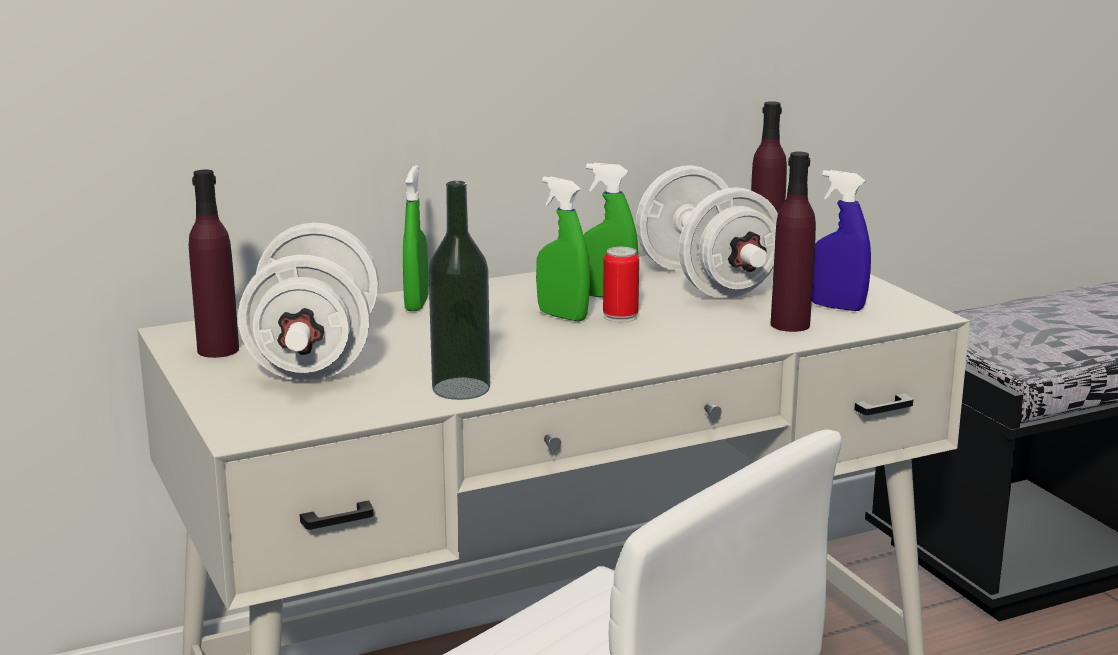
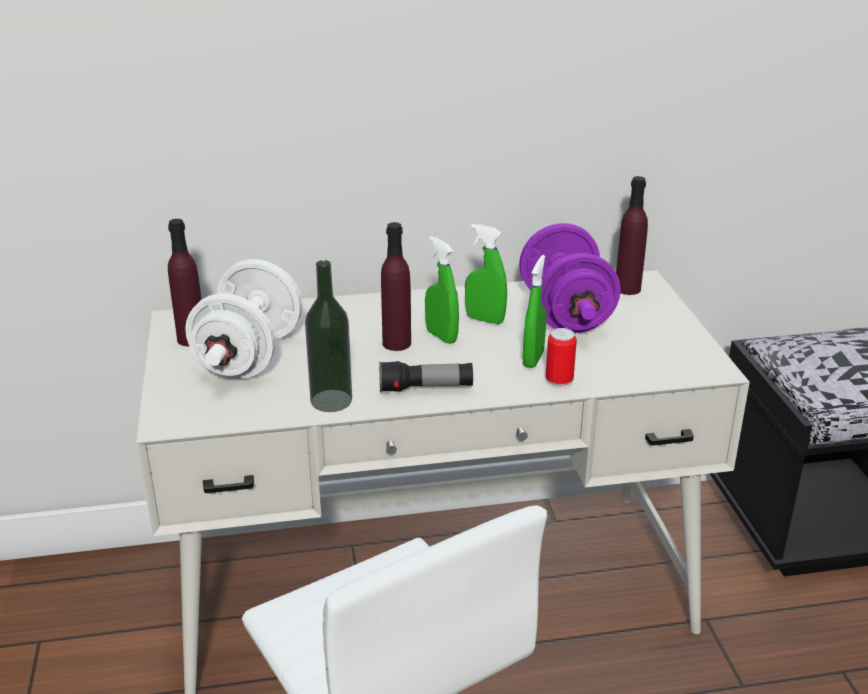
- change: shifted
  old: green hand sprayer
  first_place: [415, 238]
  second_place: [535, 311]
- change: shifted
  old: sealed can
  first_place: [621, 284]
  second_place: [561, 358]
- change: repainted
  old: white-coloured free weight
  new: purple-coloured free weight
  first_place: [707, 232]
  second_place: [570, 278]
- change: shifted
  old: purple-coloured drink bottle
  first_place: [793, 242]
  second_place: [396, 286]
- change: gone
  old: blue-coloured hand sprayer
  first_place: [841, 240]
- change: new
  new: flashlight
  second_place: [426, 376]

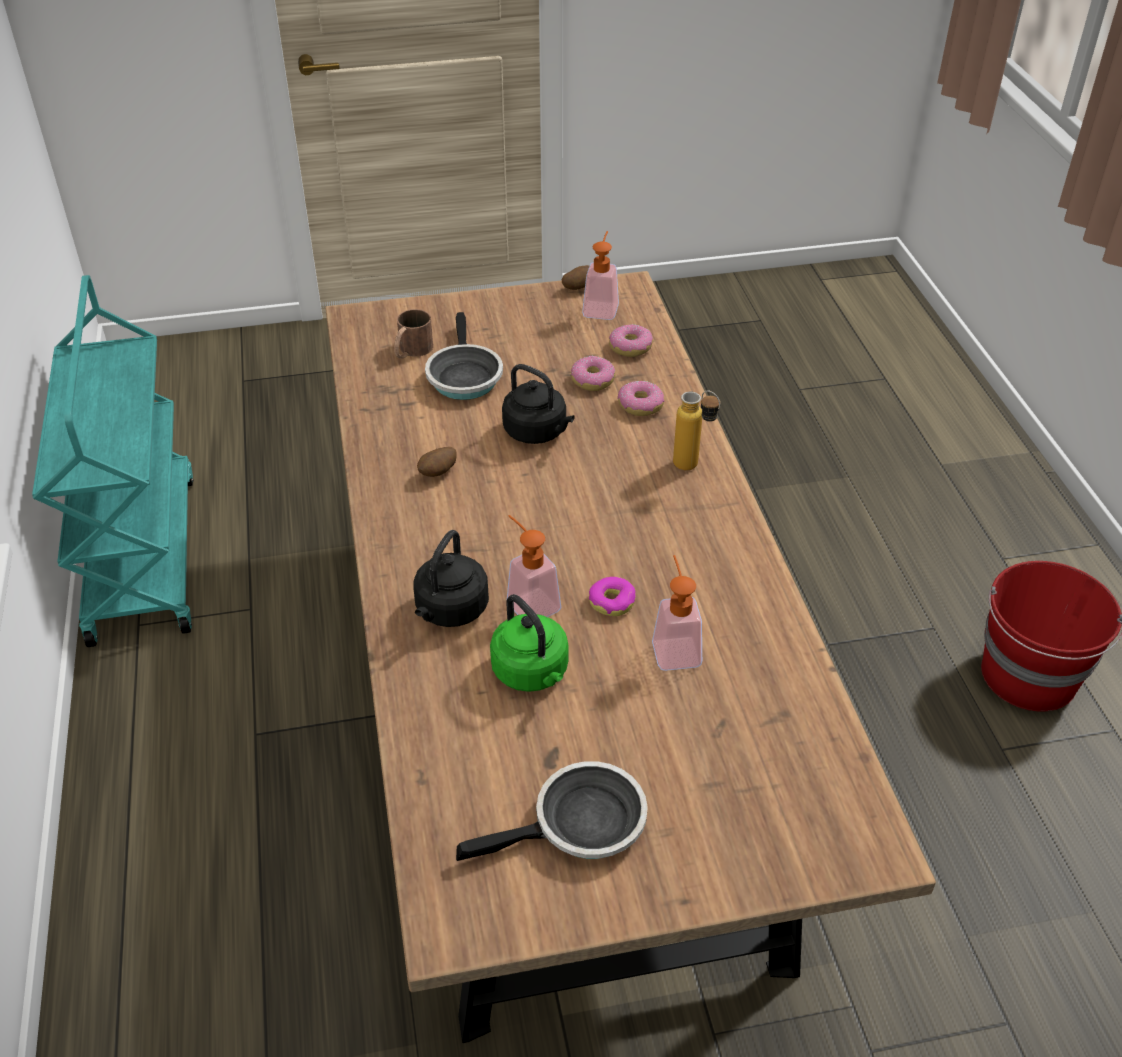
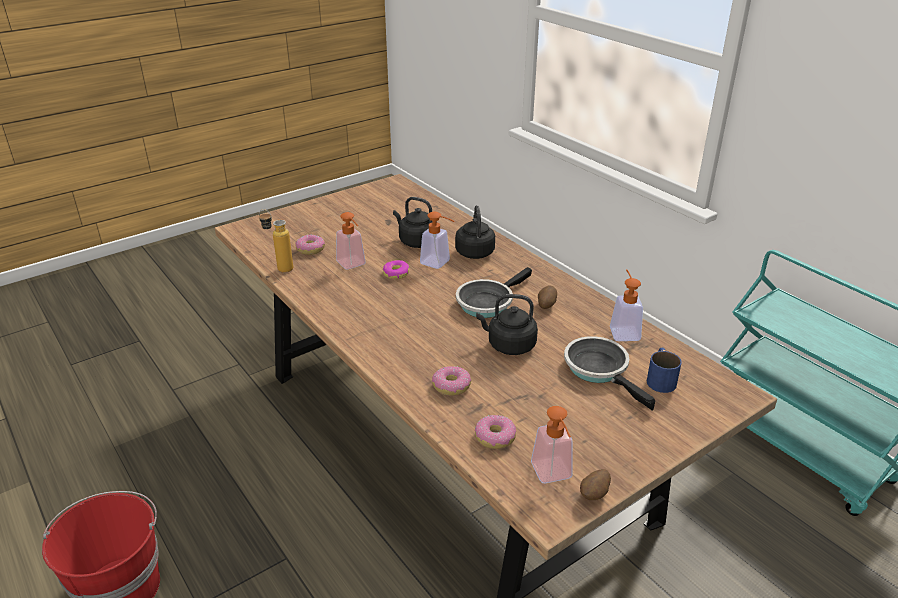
- change: repainted
  old: brownish tea mug
  new: blue-coloured tea mug
  first_place: [413, 334]
  second_place: [664, 370]
- change: shifted
  old: pan
  first_place: [552, 811]
  second_place: [494, 292]
- change: repainted
  old: green water kettle
  new: blackish water kettle
  first_place: [529, 643]
  second_place: [412, 222]
- change: shifted
  old: doughnut
  first_place: [593, 373]
  second_place: [310, 245]
- change: shifted
  old: drink bottle
  first_place: [697, 430]
  second_place: [276, 241]
- change: new
  new: soap dispenser
  second_place: [626, 305]

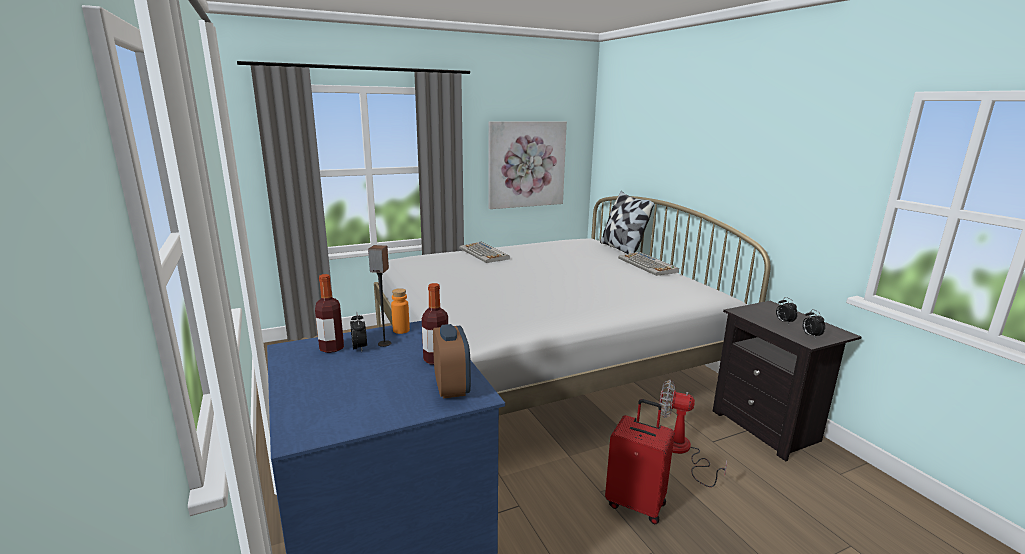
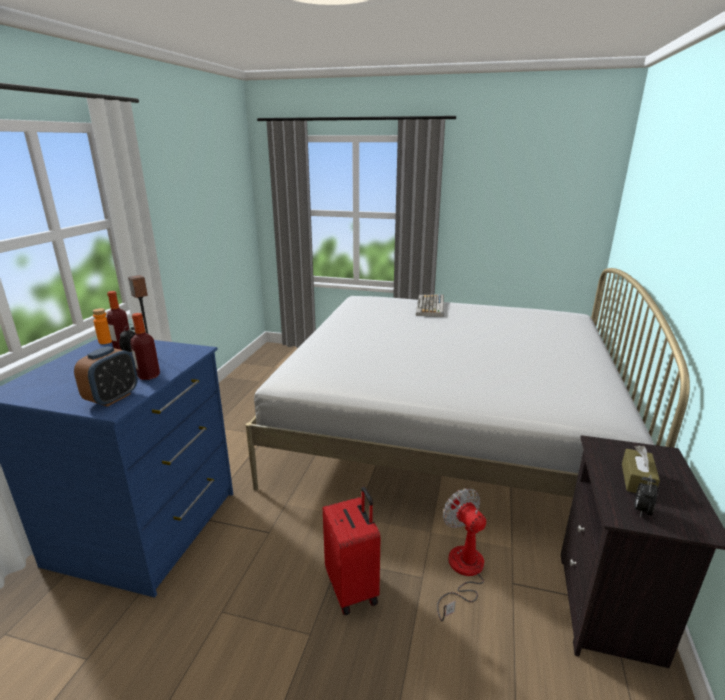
- change: shifted
  old: orange drink bottle
  first_place: [400, 311]
  second_place: [102, 326]
- change: gone
  old: wall art
  first_place: [528, 165]
- change: gone
  old: throw pillow
  first_place: [627, 222]
- change: gone
  old: computer keyboard
  first_place: [648, 264]
- change: swapped
  old: bedside clock
  new: brownish box of tissues
  first_place: [787, 310]
  second_place: [641, 469]

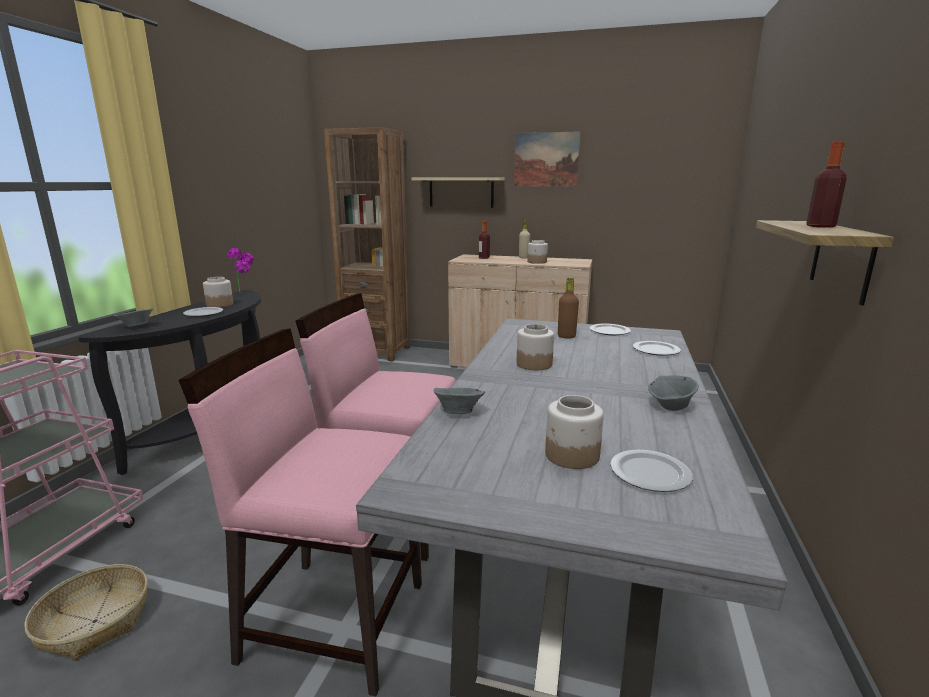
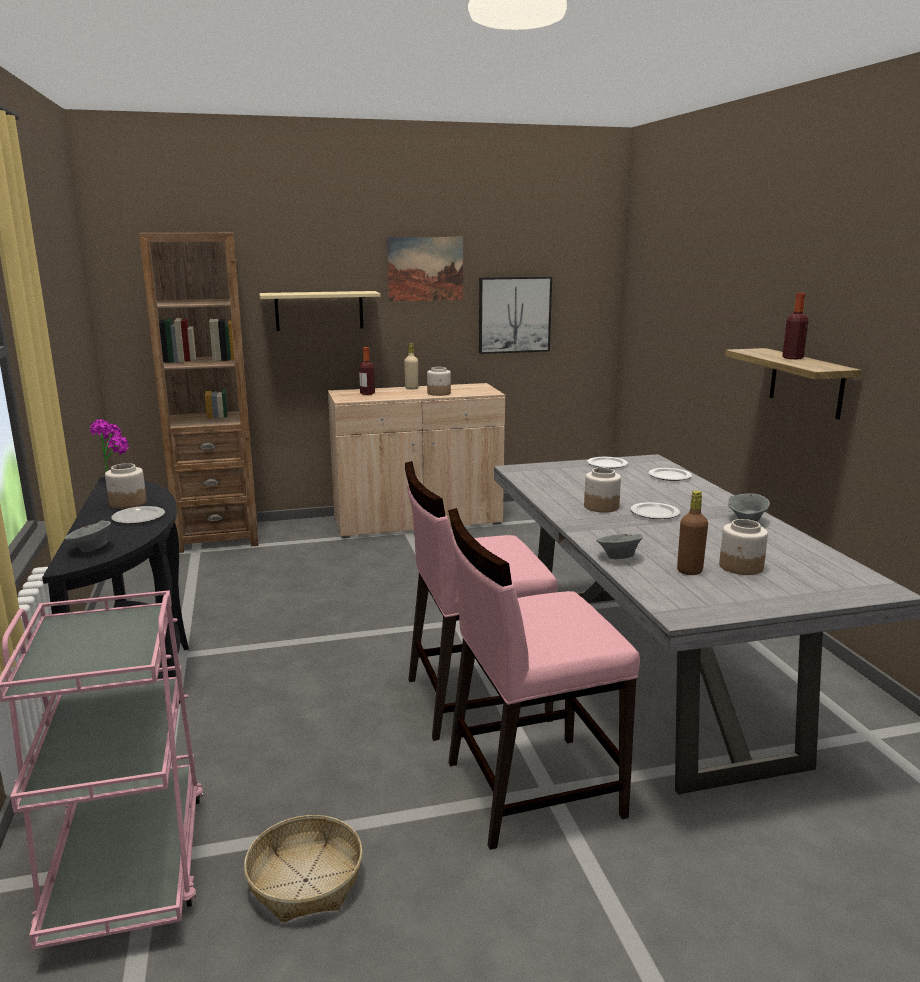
- change: shifted
  old: brownish drink bottle
  first_place: [568, 307]
  second_place: [692, 532]
- change: shifted
  old: dinner plate
  first_place: [651, 471]
  second_place: [655, 510]
- change: new
  new: wall art
  second_place: [515, 315]

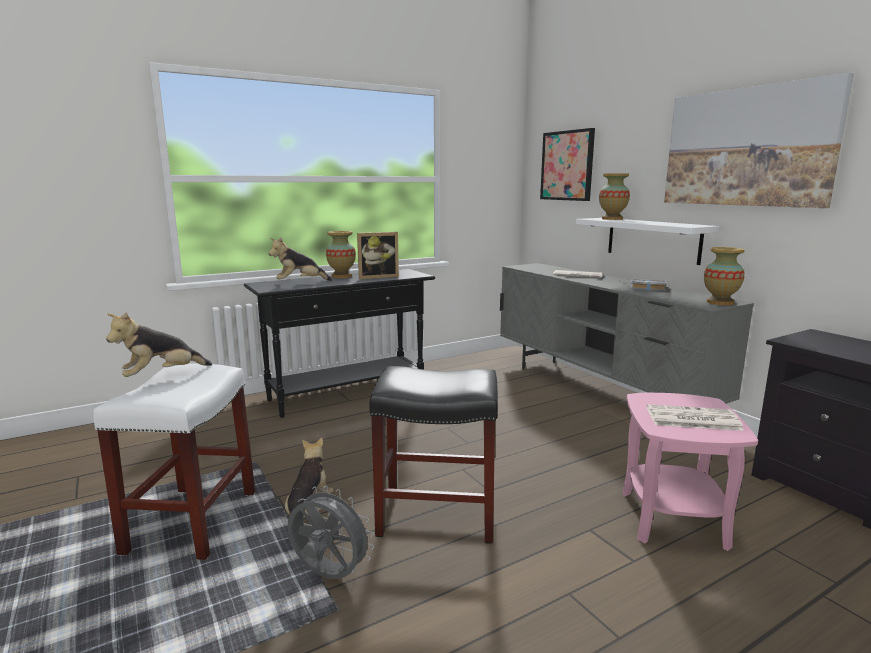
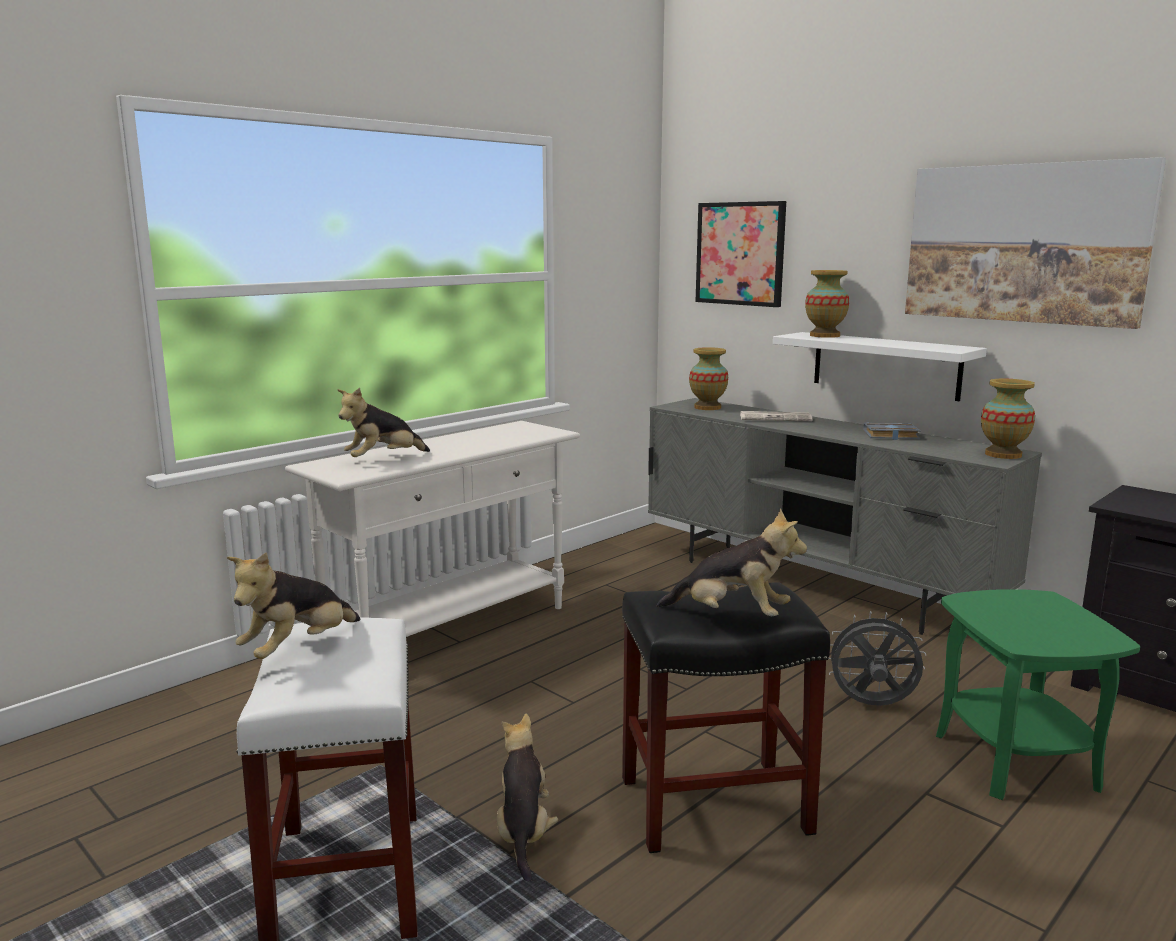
- change: repainted
  old: blackish console table
  new: white-coloured console table
  first_place: [339, 343]
  second_place: [432, 529]
- change: shifted
  old: grey electric fan
  first_place: [331, 532]
  second_place: [877, 658]
- change: shifted
  old: decorative vase
  first_place: [341, 254]
  second_place: [708, 378]
- change: gone
  old: standing frame
  first_place: [378, 255]
- change: repainted
  old: pink end table
  new: green end table
  first_place: [690, 472]
  second_place: [1038, 694]
- change: gone
  old: daily paper
  first_place: [695, 417]
- change: new
  new: plush toy
  second_place: [732, 562]

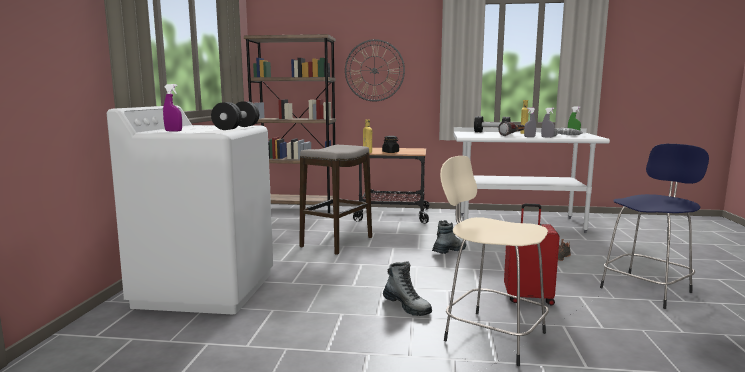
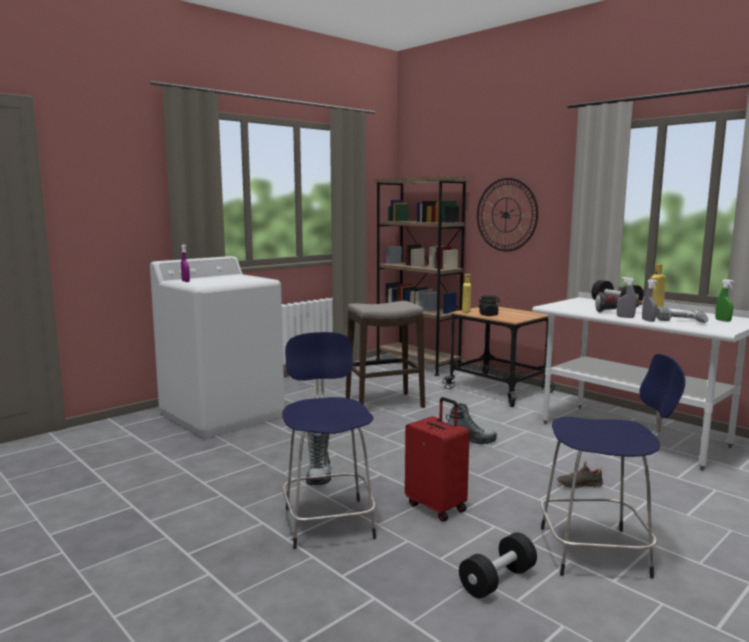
- change: shifted
  old: blackish free weight
  first_place: [235, 115]
  second_place: [498, 565]
- change: repainted
  old: sand-coloured sitting stool
  new: blue-coloured sitting stool
  first_place: [494, 261]
  second_place: [329, 440]

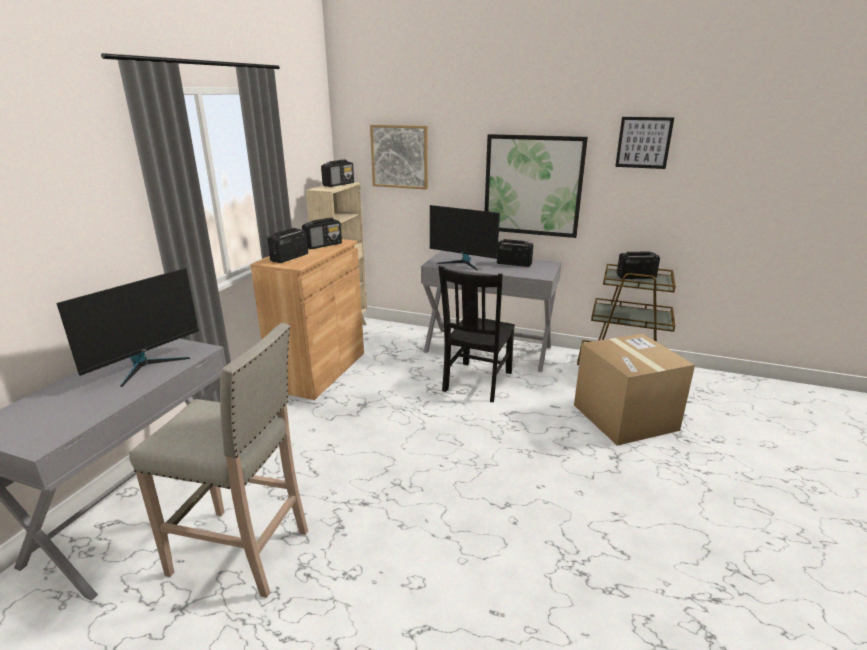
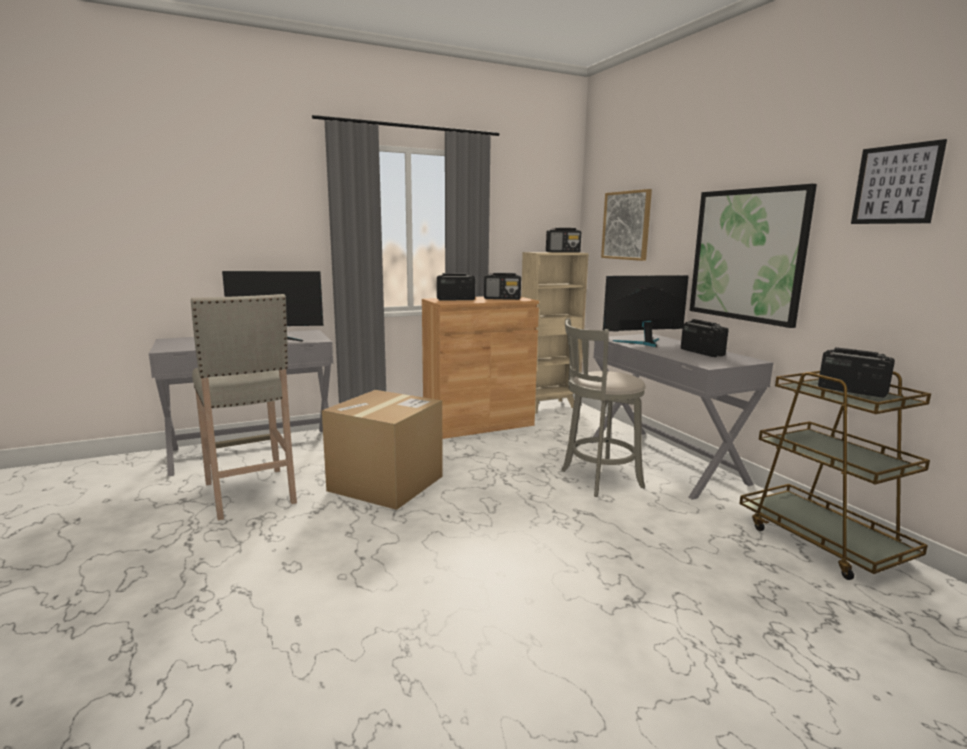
- change: rotated
  old: monitor
  first_place: [465, 237]
  second_place: [646, 311]
  degrees: 90
- change: swapped
  old: blackish upright chair
  new: grey sitting stool
  first_place: [476, 334]
  second_place: [603, 407]
- change: shifted
  old: packing box
  first_place: [634, 389]
  second_place: [382, 450]

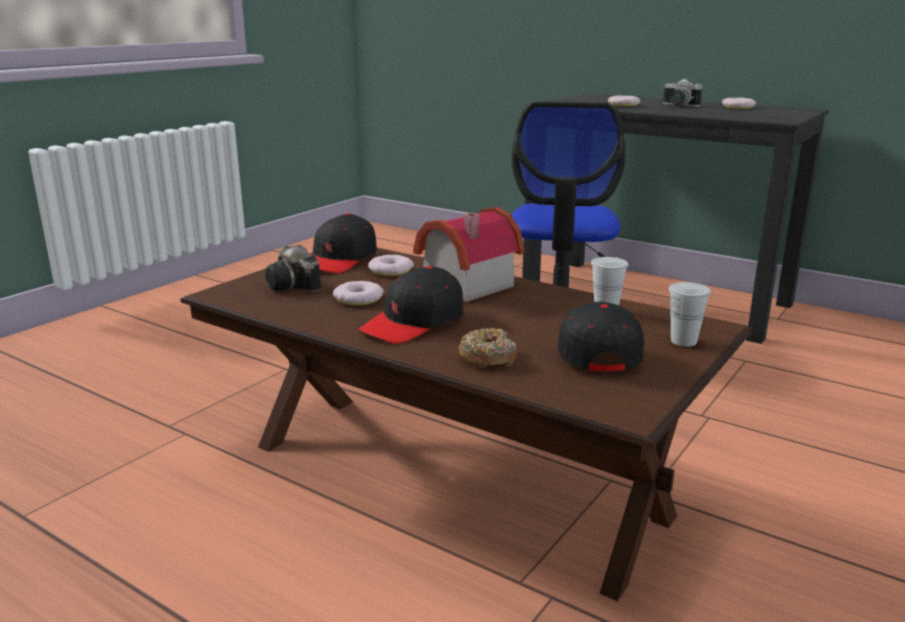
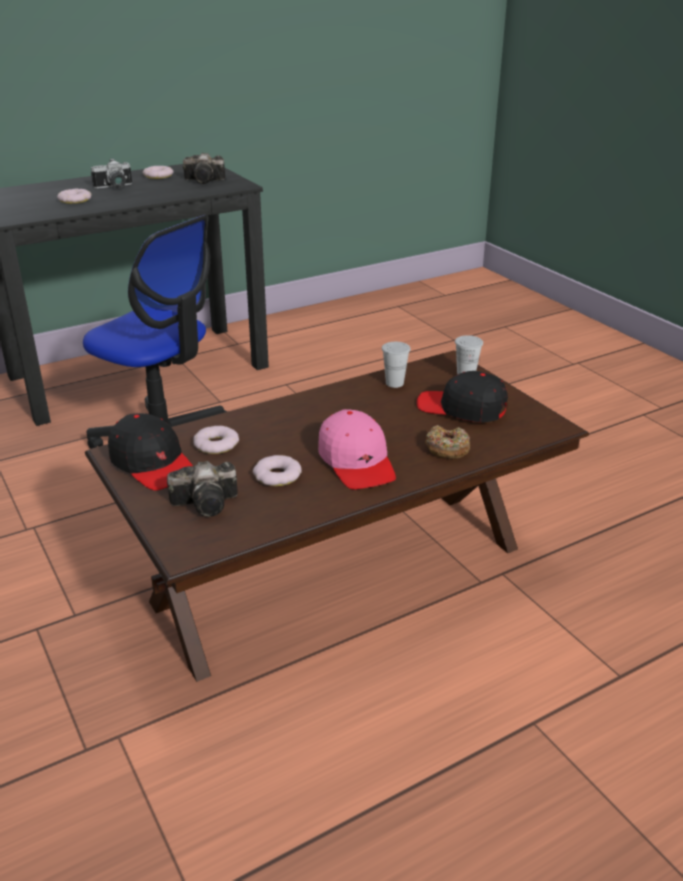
- change: repainted
  old: blackish peaked cap
  new: pink peaked cap
  first_place: [411, 305]
  second_place: [357, 449]
- change: gone
  old: miniature house
  first_place: [468, 254]
- change: new
  new: photo camera
  second_place: [204, 168]

